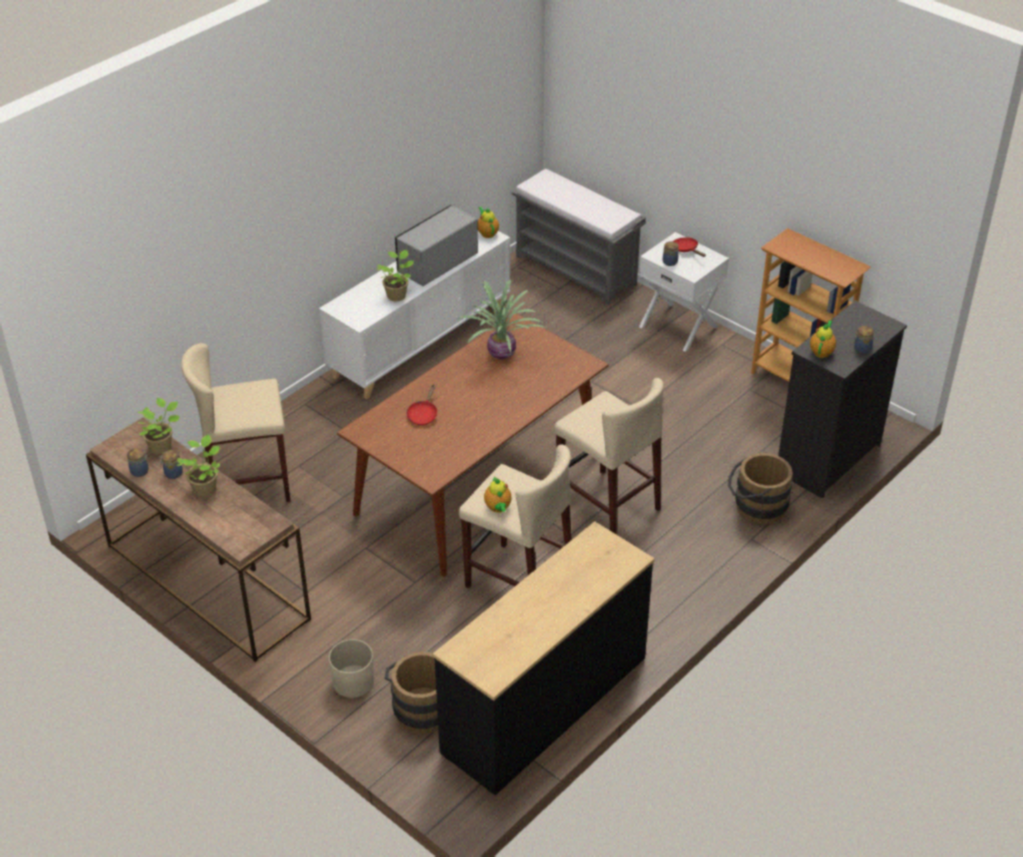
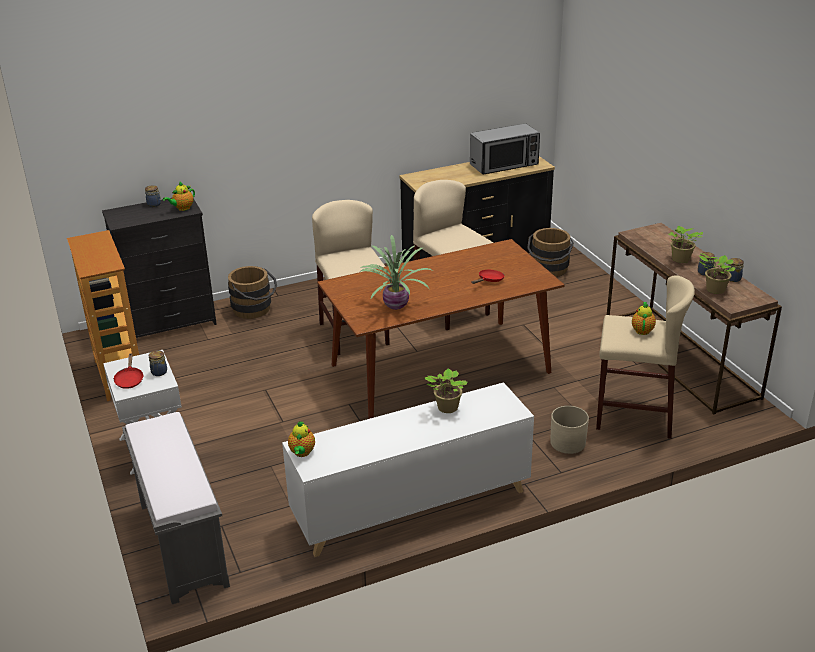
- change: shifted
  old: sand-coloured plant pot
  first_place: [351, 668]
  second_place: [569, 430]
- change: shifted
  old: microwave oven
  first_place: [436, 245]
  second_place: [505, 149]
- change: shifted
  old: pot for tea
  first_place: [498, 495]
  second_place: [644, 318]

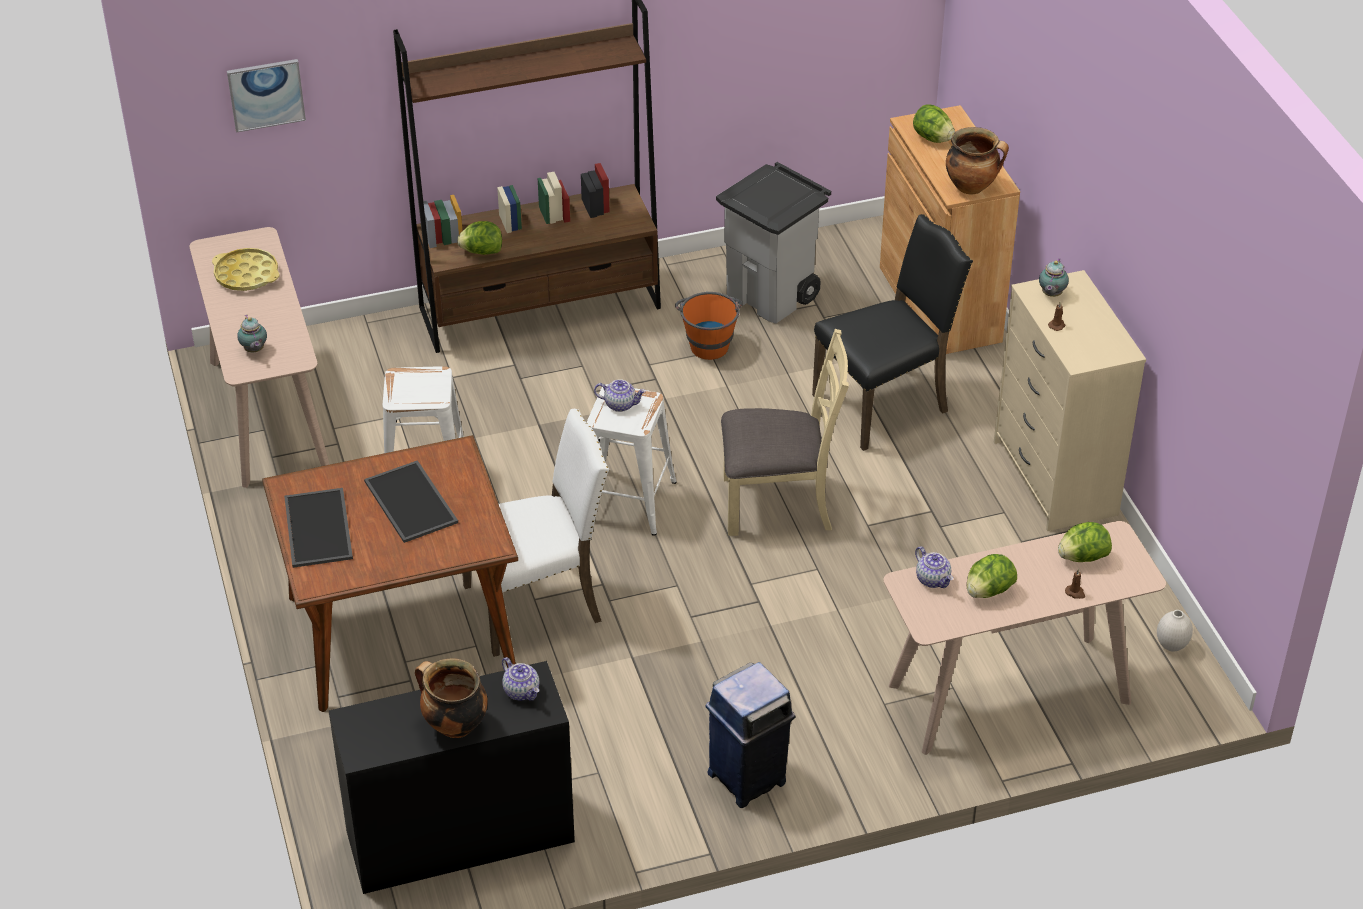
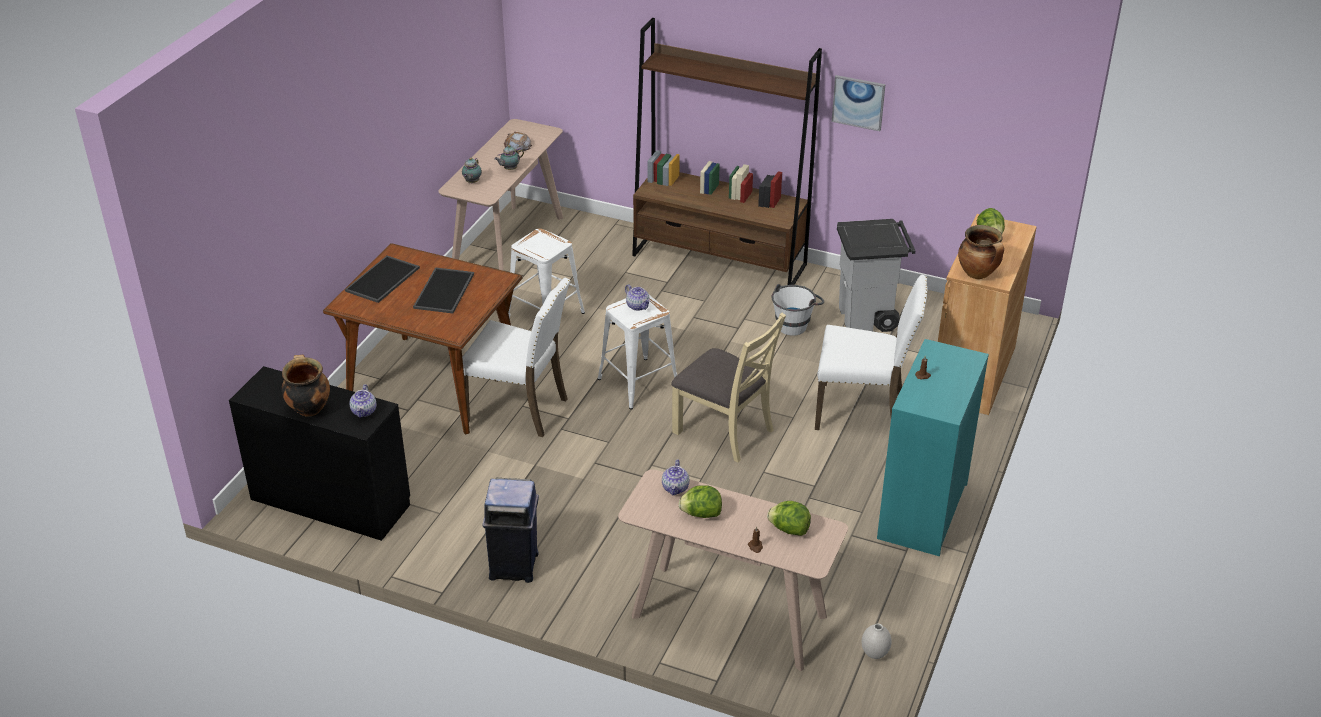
- change: swapped
  old: yellowish serving tray
  new: baked bread
  first_place: [246, 269]
  second_place: [518, 142]
- change: shifted
  old: wall art
  first_place: [266, 95]
  second_place: [858, 103]
- change: gone
  old: lettuce head
  first_place: [479, 238]
- change: repainted
  old: orange pail
  new: white-coloured pail
  first_place: [708, 326]
  second_place: [798, 310]
- change: repainted
  old: blackish upright chair
  new: white-coloured upright chair
  first_place: [892, 332]
  second_place: [871, 352]
- change: repainted
  old: sand-coloured drawer chest
  new: turquoise drawer chest
  first_place: [1070, 400]
  second_place: [933, 447]
- change: shifted
  old: pot for tea
  first_place: [1054, 277]
  second_place: [509, 157]

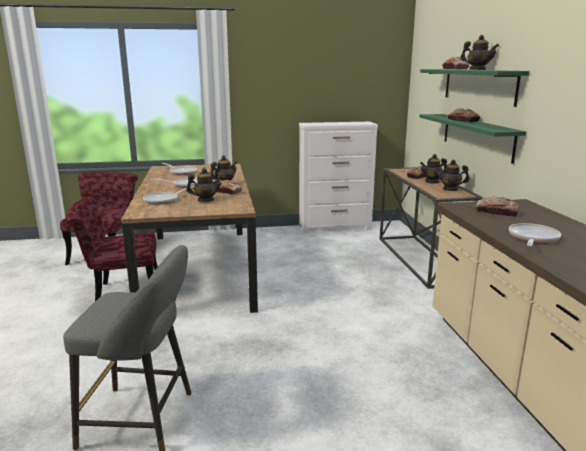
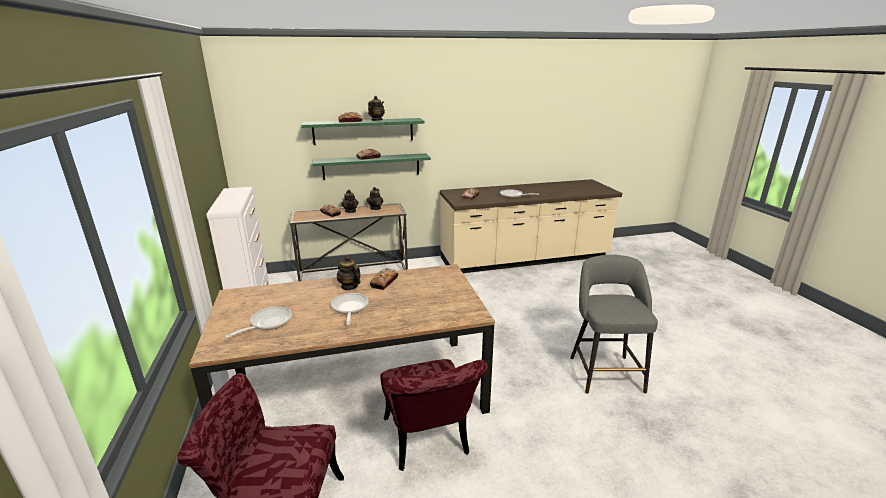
- change: gone
  old: pan
  first_place: [168, 195]
- change: gone
  old: pot for tea
  first_place: [204, 185]

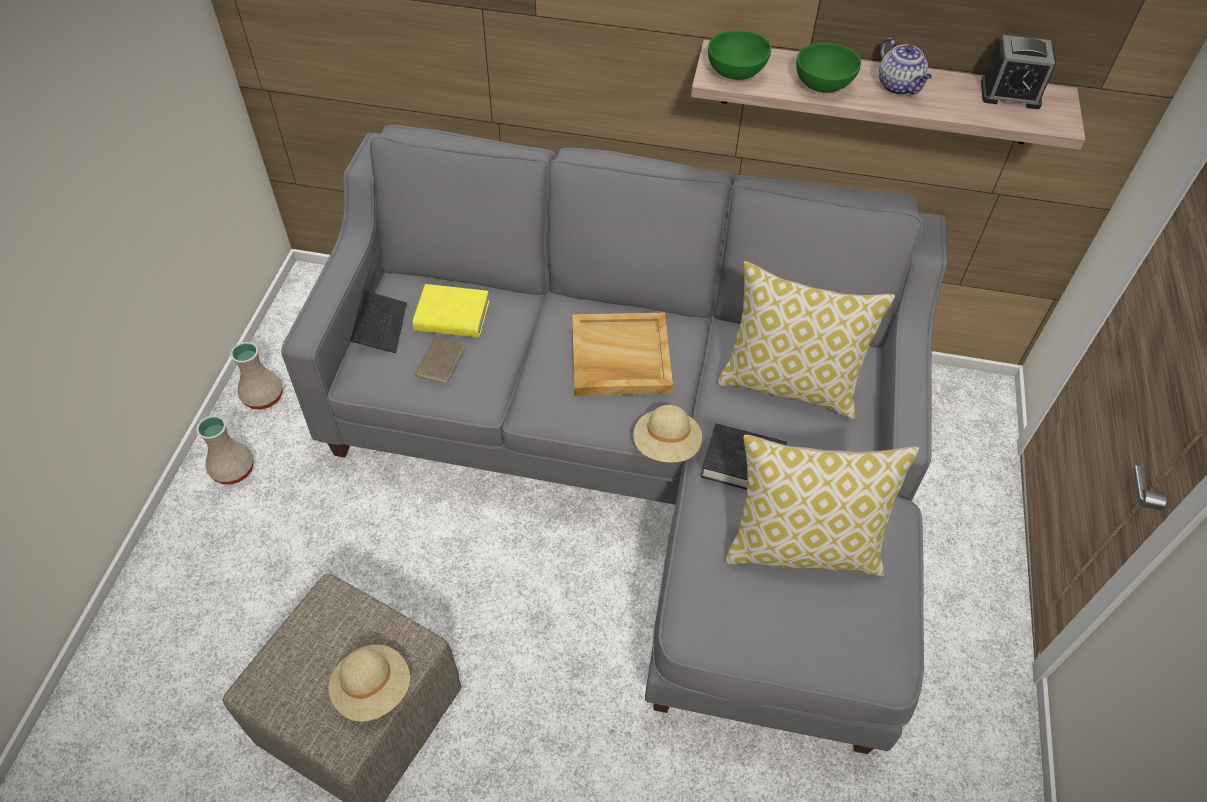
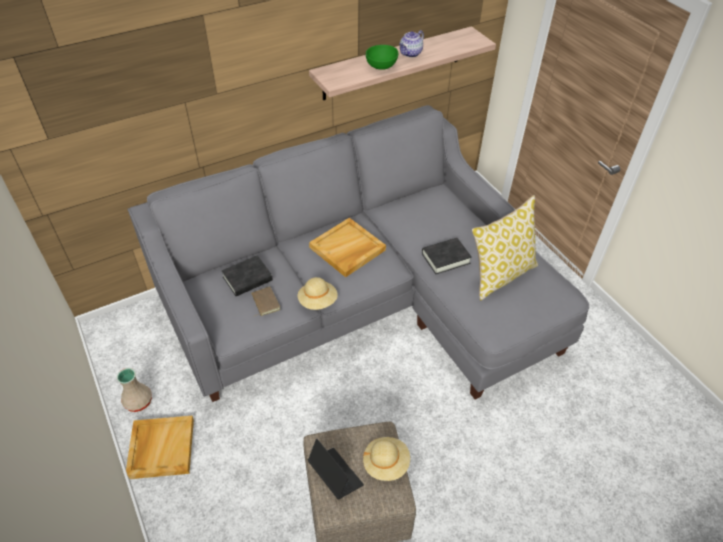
- change: swapped
  old: sand-coloured decorative vase
  new: sand-coloured serving tray
  first_place: [224, 450]
  second_place: [160, 447]
- change: shifted
  old: laptop
  first_place: [378, 307]
  second_place: [336, 469]
- change: repainted
  old: yellowish book
  new: blackish book
  first_place: [451, 311]
  second_place: [247, 275]
- change: shifted
  old: sand-coloured wearable hat
  first_place: [667, 434]
  second_place: [318, 293]
- change: gone
  old: green serving bowl
  first_place: [739, 55]
- change: gone
  old: throw pillow
  first_place: [806, 340]
- change: rotated
  old: pot for tea
  first_place: [905, 66]
  second_place: [411, 43]
  degrees: 105
- change: gone
  old: bedside clock
  first_place: [1018, 72]

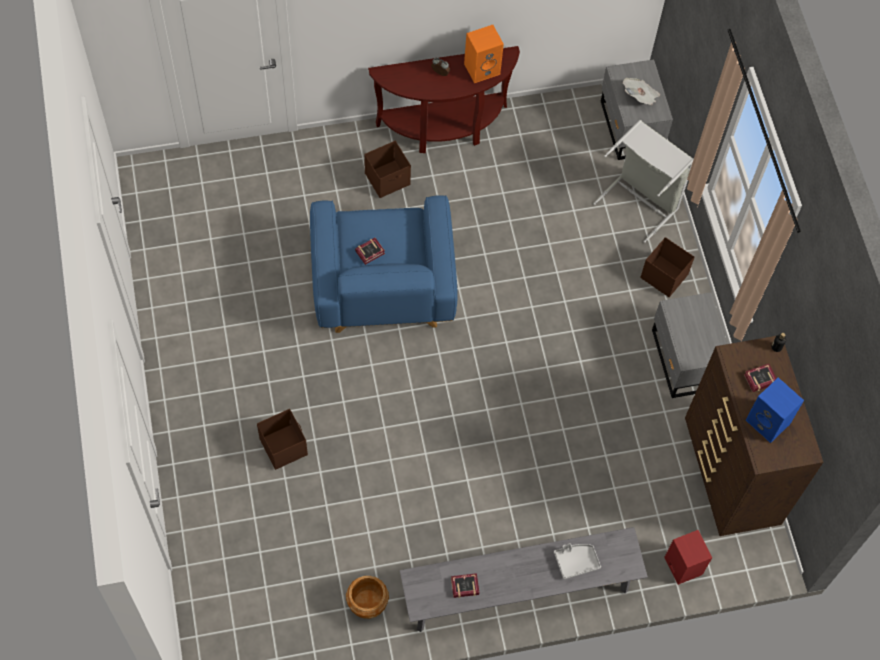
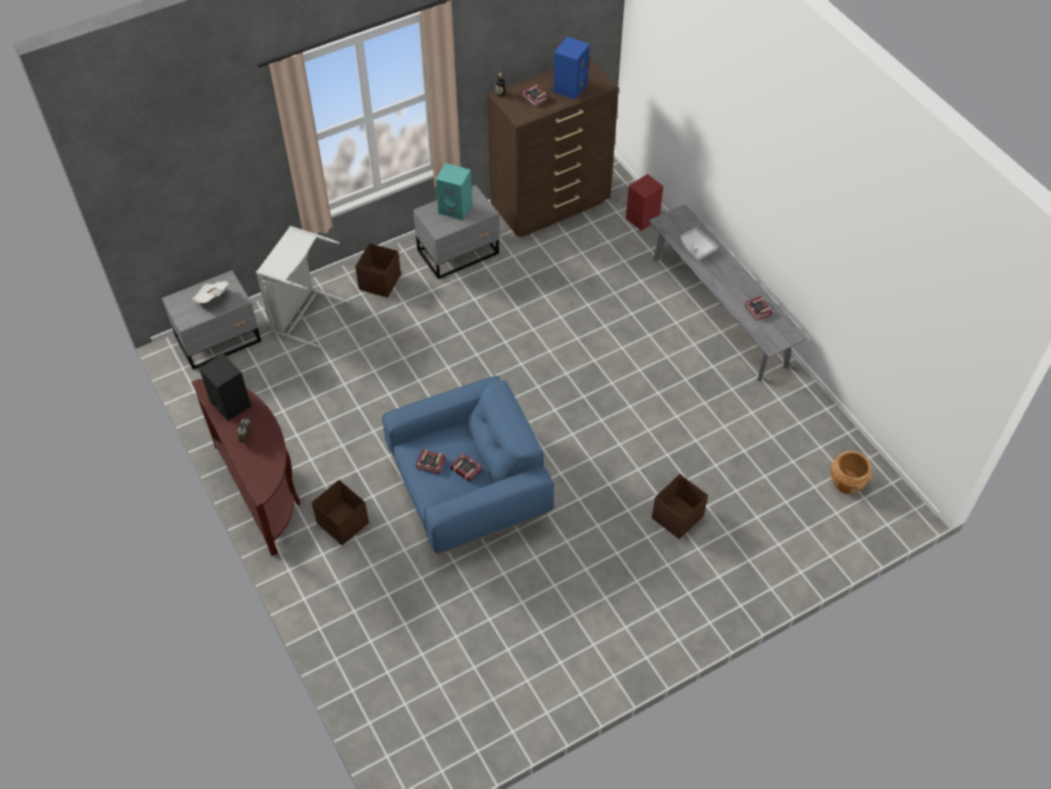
- change: shifted
  old: brownish plant pot
  first_place: [367, 597]
  second_place: [851, 472]
- change: repainted
  old: orange audio speaker
  new: blackish audio speaker
  first_place: [484, 54]
  second_place: [225, 387]
- change: new
  new: book
  second_place: [431, 462]
- change: new
  new: turquoise audio speaker
  second_place: [454, 192]

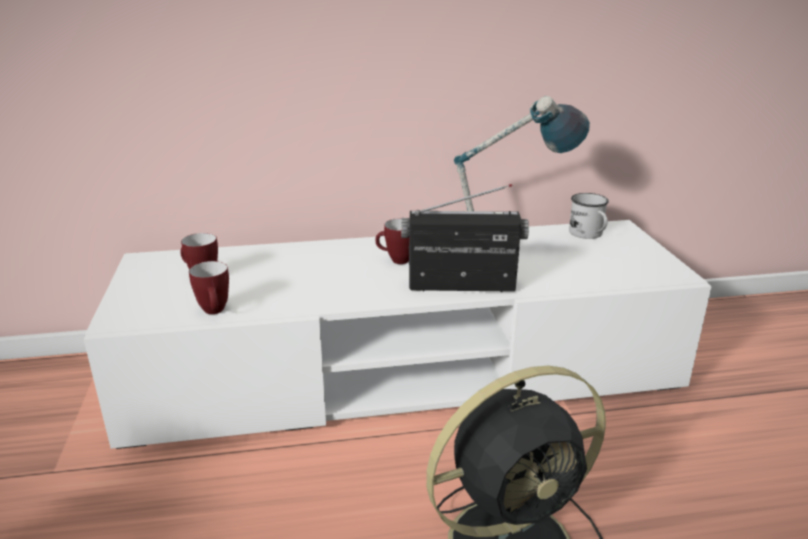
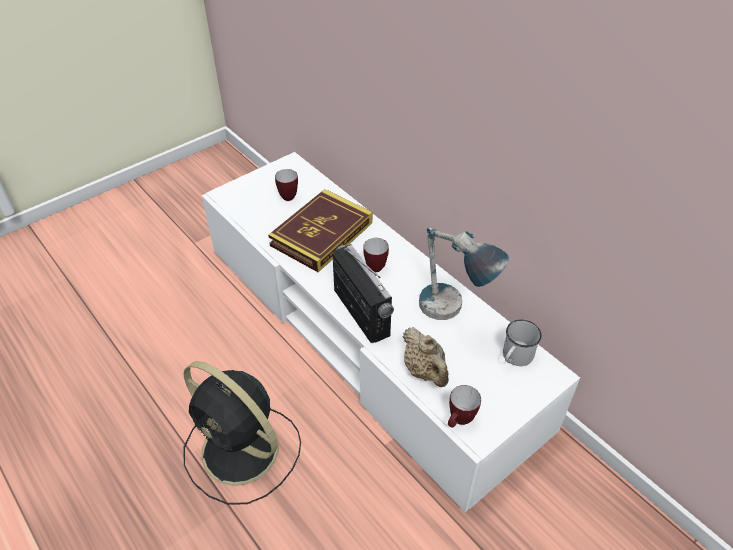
- change: shifted
  old: tea mug
  first_place: [209, 287]
  second_place: [464, 406]
- change: new
  new: book
  second_place: [320, 230]
- change: new
  new: sand-coloured pot for tea
  second_place: [426, 357]

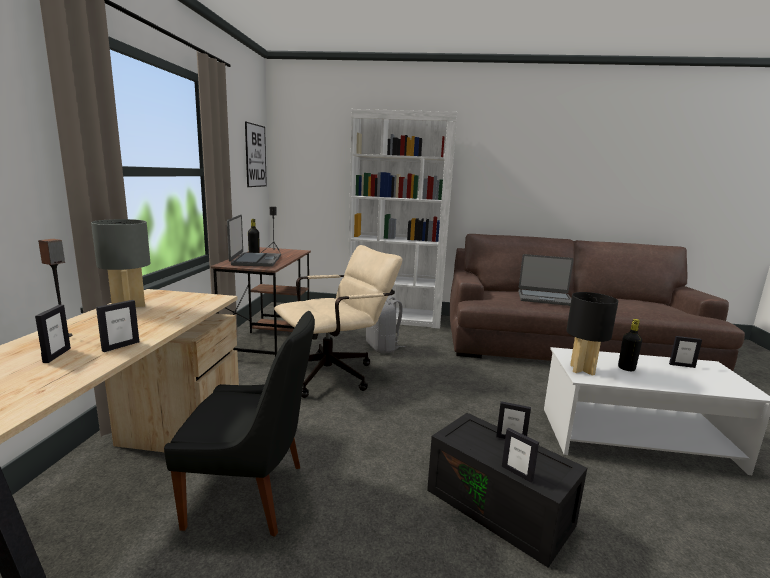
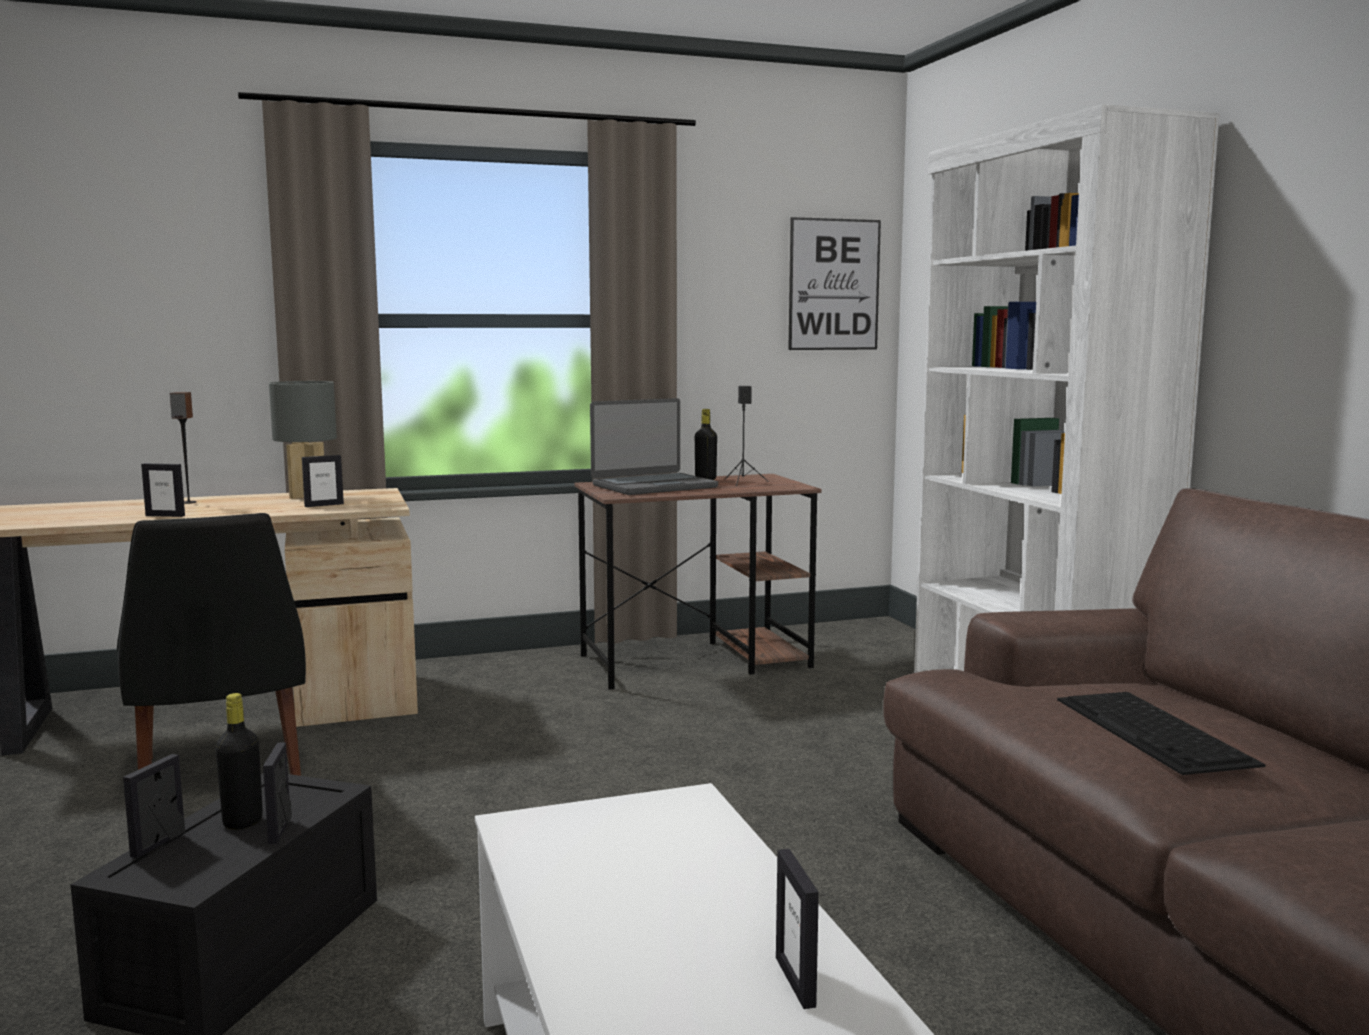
- change: shifted
  old: standing frame
  first_place: [53, 334]
  second_place: [323, 481]
- change: gone
  old: sand-coloured office chair
  first_place: [338, 321]
- change: gone
  old: grey knapsack
  first_place: [385, 325]
- change: swapped
  old: laptop
  new: computer keyboard
  first_place: [546, 280]
  second_place: [1161, 733]
- change: gone
  old: blackish table lamp
  first_place: [592, 334]
- change: shifted
  old: blackish drink bottle
  first_place: [630, 345]
  second_place: [239, 761]

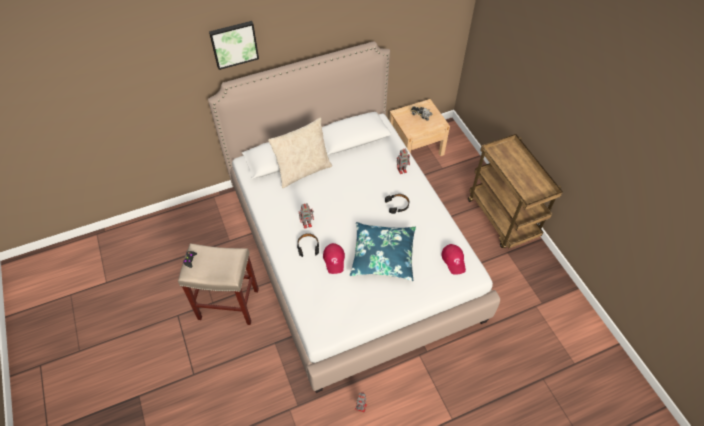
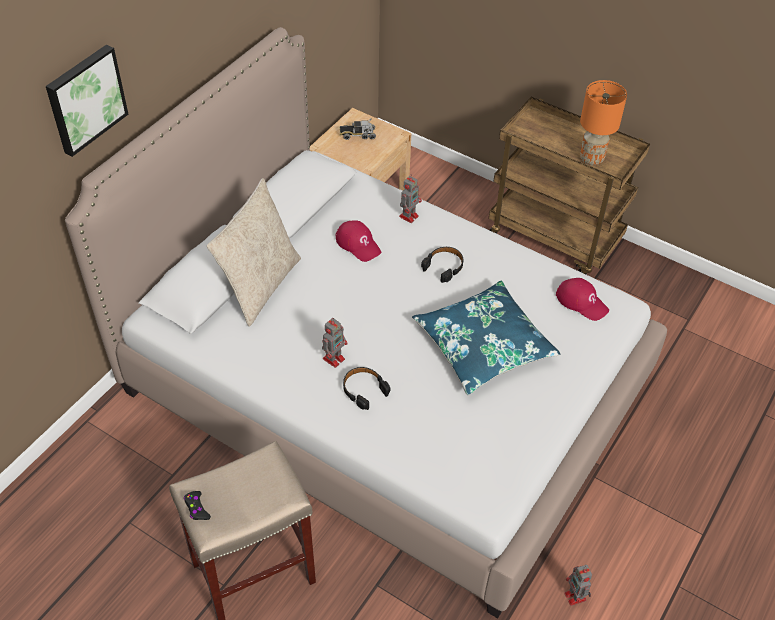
- change: shifted
  old: reddish peaked cap
  first_place: [334, 258]
  second_place: [358, 241]
- change: new
  new: orange table lamp
  second_place: [603, 123]

